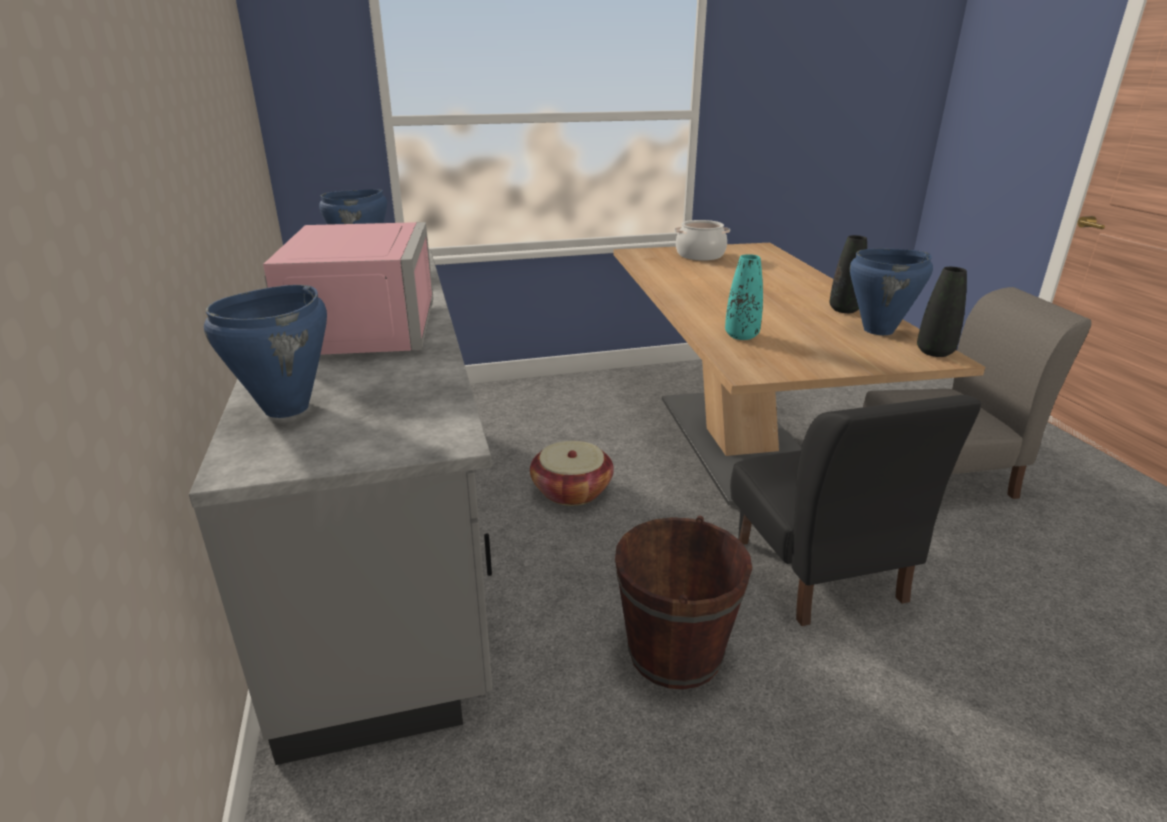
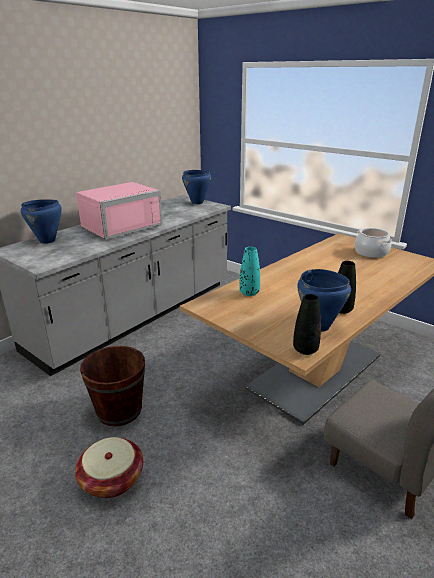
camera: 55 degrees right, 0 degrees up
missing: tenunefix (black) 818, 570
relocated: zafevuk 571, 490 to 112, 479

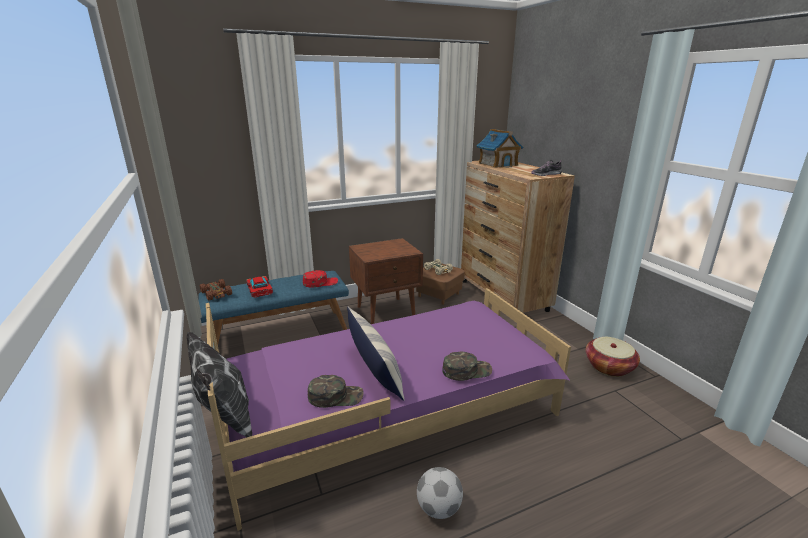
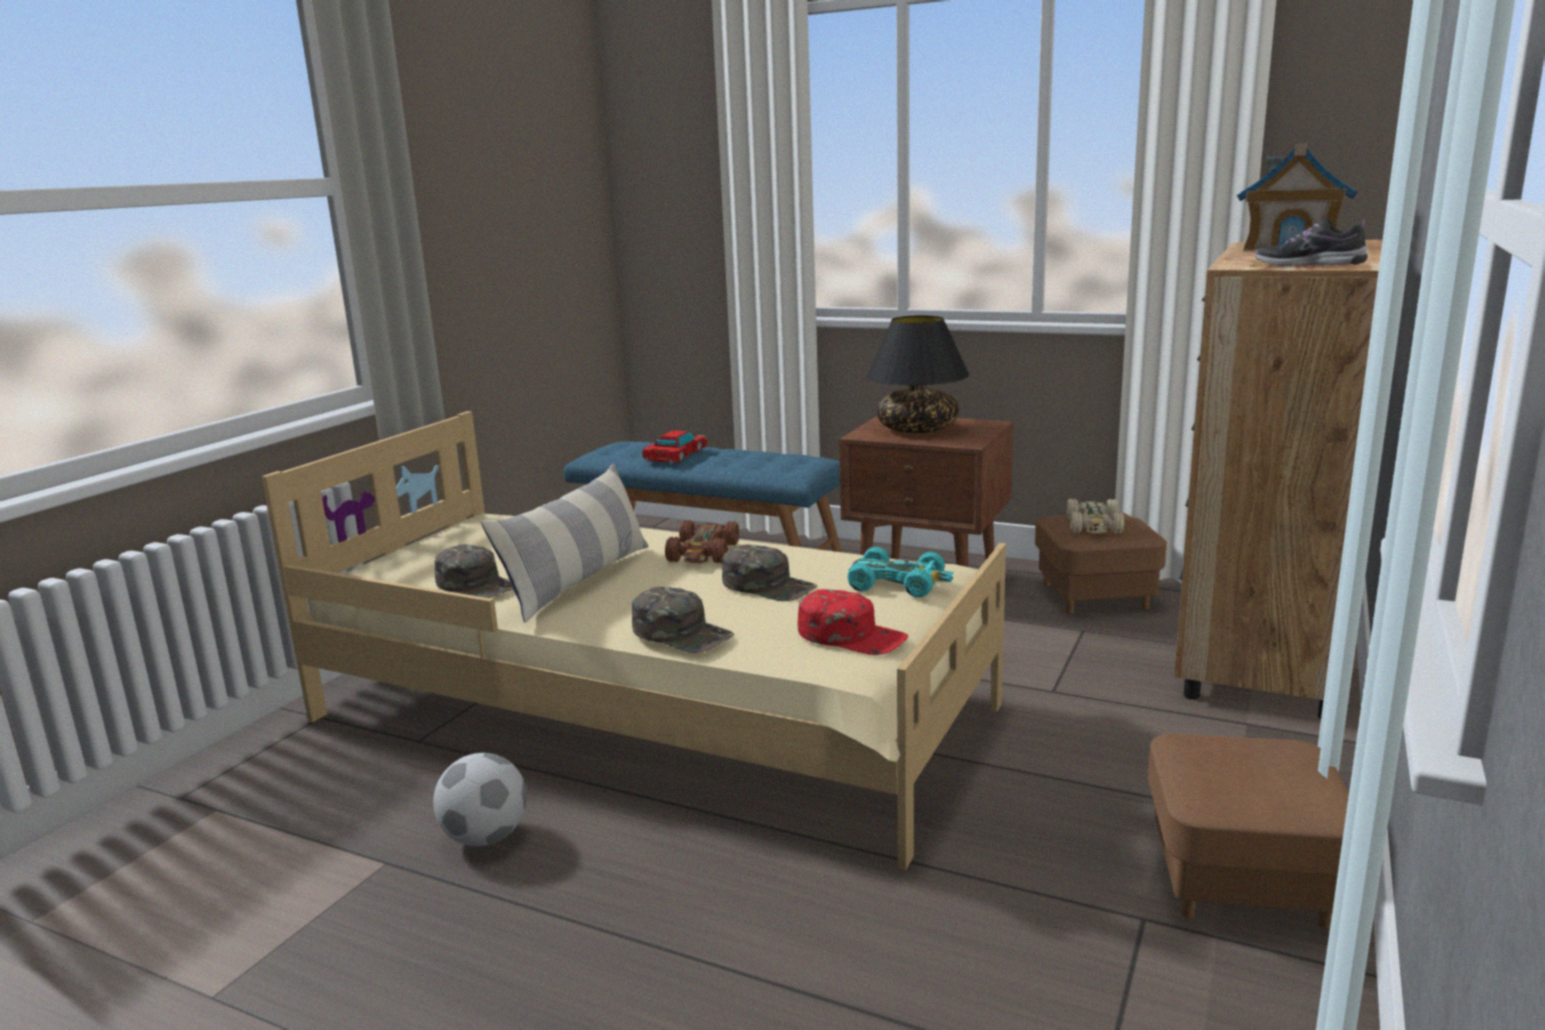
camera: 50 degrees right, 5 degrees down
missing: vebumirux 226, 420
appeared: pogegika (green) 769, 586; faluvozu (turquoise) 898, 584; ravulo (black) 917, 429
relocated: faluvozu (brown) 217, 294 to 704, 553; pogegika (red) 320, 282 to 852, 636
exchanged: zafevuk 609, 367 to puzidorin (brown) 1240, 880
colour: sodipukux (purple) 393, 412 to sodipukux (beige) 656, 711

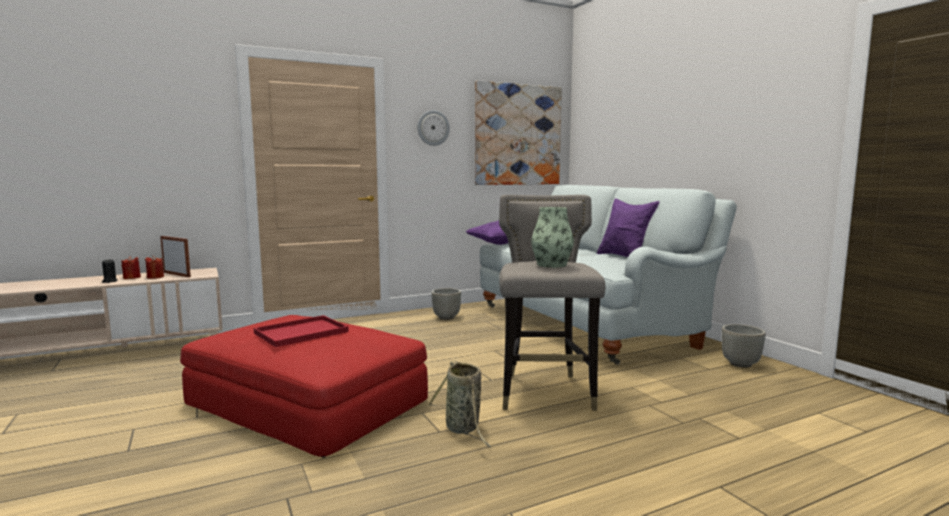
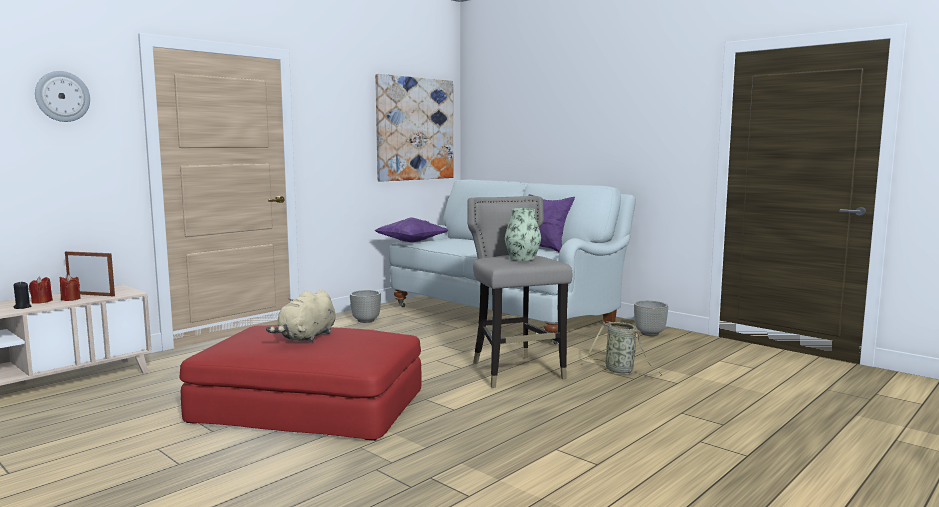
camera: 20 degrees left, 0 degrees up
relocated: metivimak 433, 128 to 62, 96; zafevuk 463, 429 to 621, 371
exchanged: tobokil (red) 300, 333 to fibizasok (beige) 306, 337

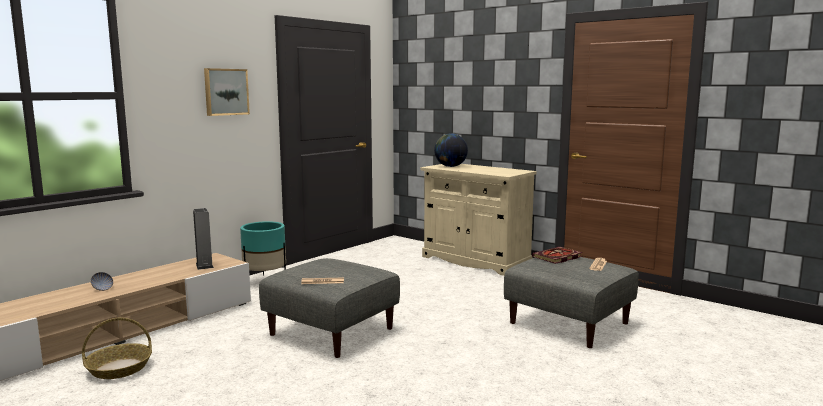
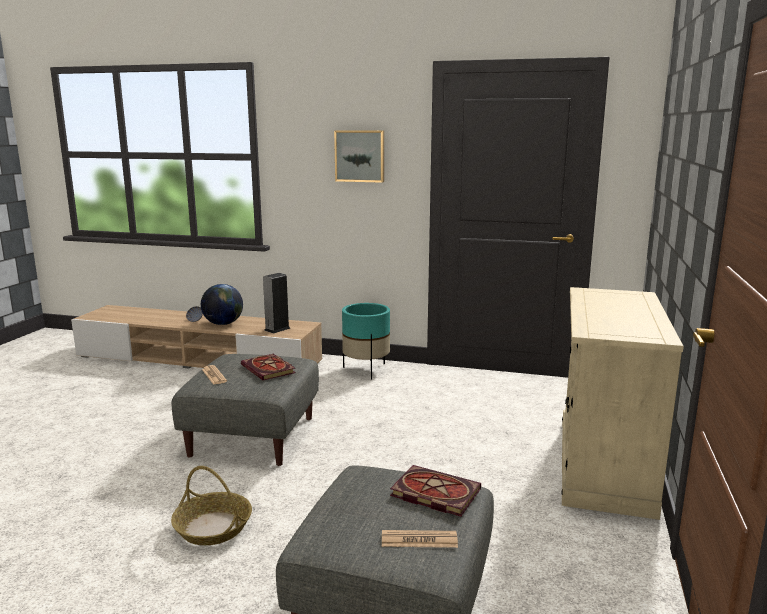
camera: 65 degrees right, 5 degrees up
appeared: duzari 269, 369
relocated: zafevuk 119, 368 to 213, 527; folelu 450, 166 to 223, 324

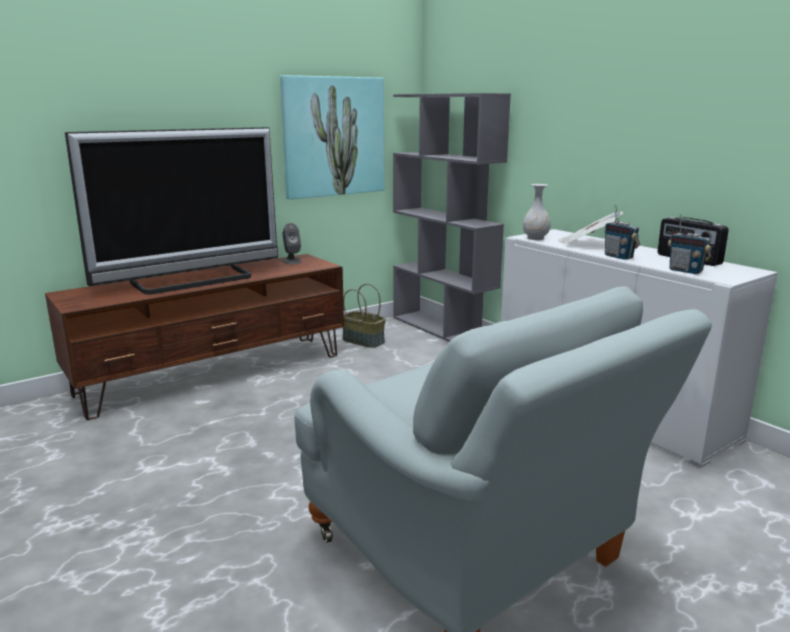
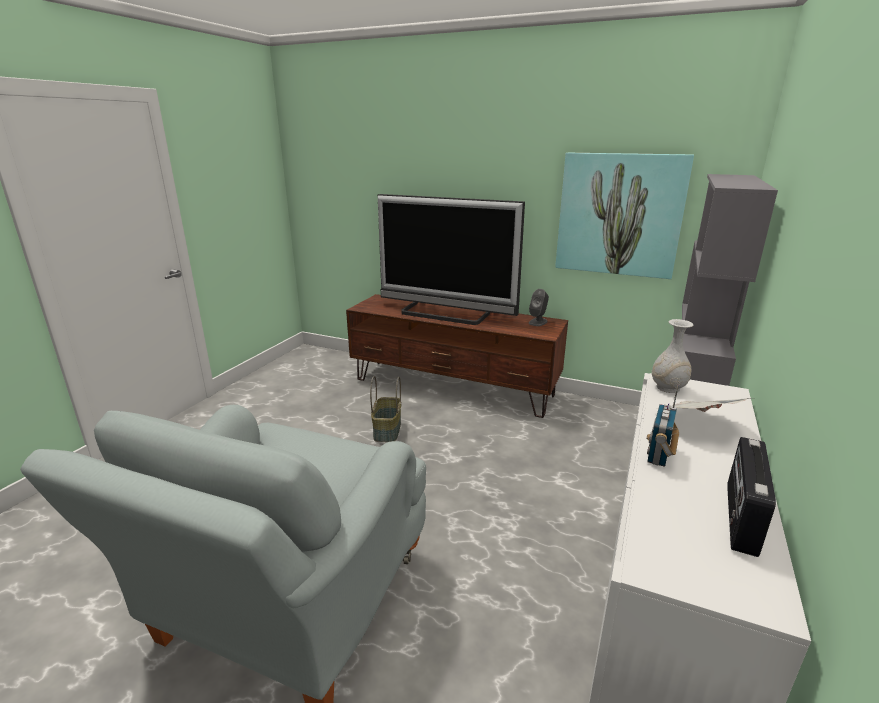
camera: 60 degrees right, 5 degrees up
missing: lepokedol 685, 271
relocated: zafevuk 364, 341 to 388, 430

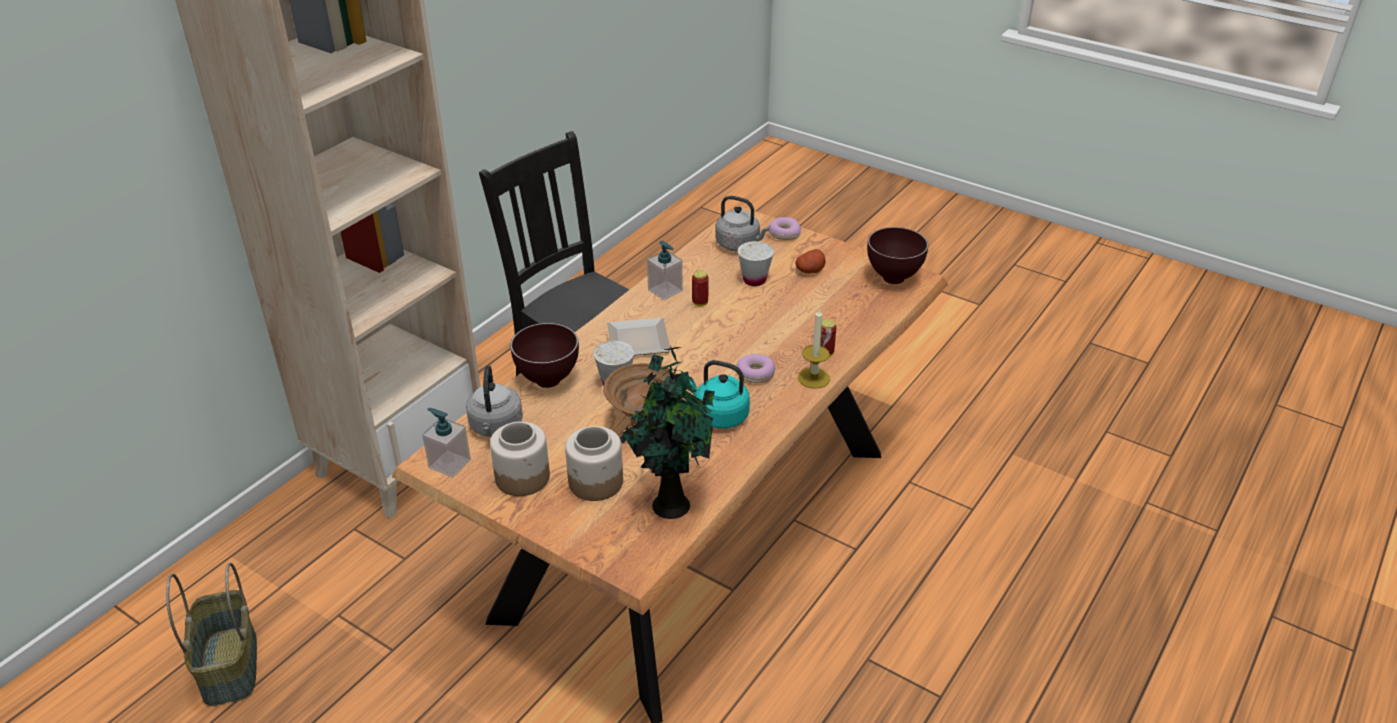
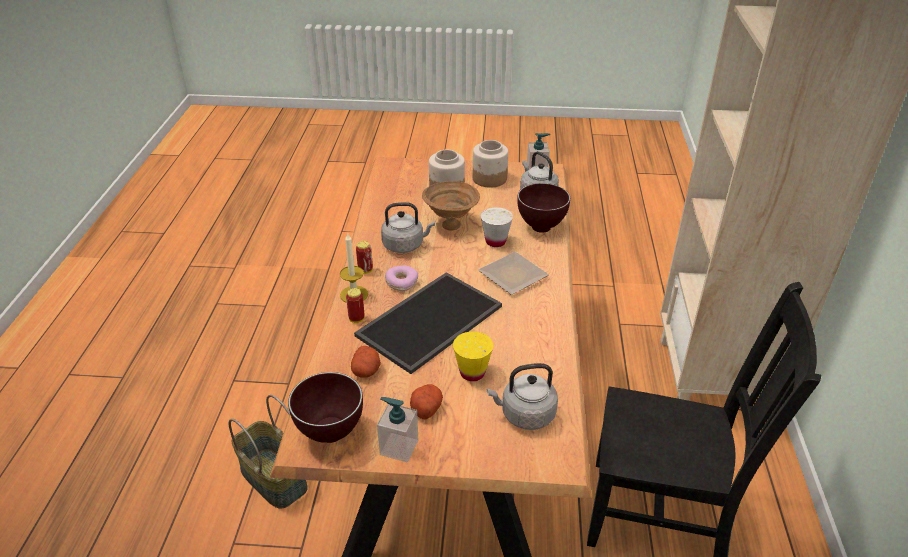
camera: 150 degrees right, 0 degrees up
missing: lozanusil 670, 502; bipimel 784, 234
appeared: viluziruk 366, 371; tobokil 429, 319
relocated: zafevuk 231, 666 to 272, 479; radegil 665, 290 to 399, 447; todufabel 700, 303 to 365, 270
colour: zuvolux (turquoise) 718, 415 to zuvolux (grey) 405, 245; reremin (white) 754, 280 to reremin (yellow) 472, 372

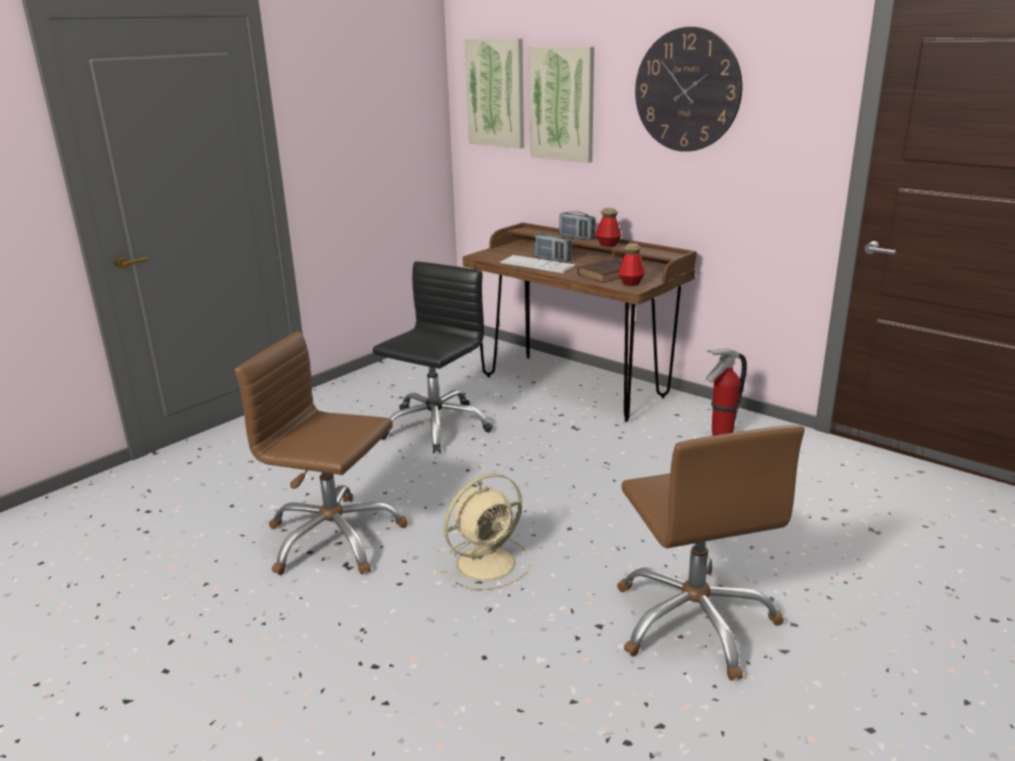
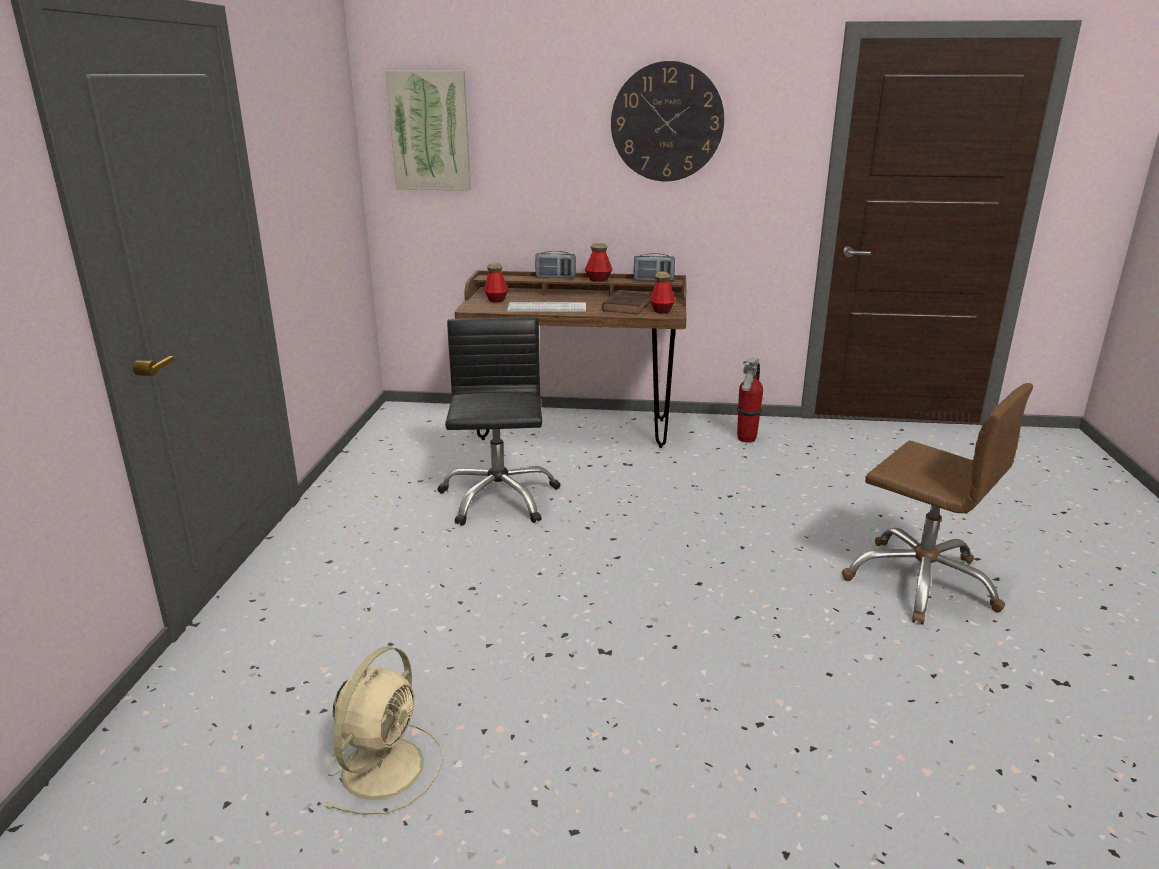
camera: 35 degrees left, 0 degrees up
missing: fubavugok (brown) 333, 538; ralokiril 563, 104
appeared: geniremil 496, 300
relocated: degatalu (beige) 488, 562 to 385, 765; lepokedol 552, 259 to 653, 280

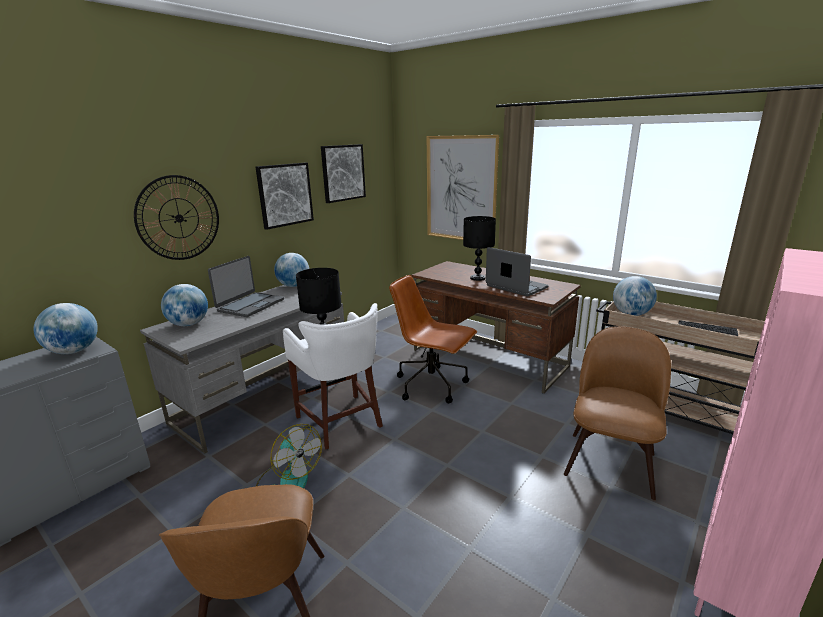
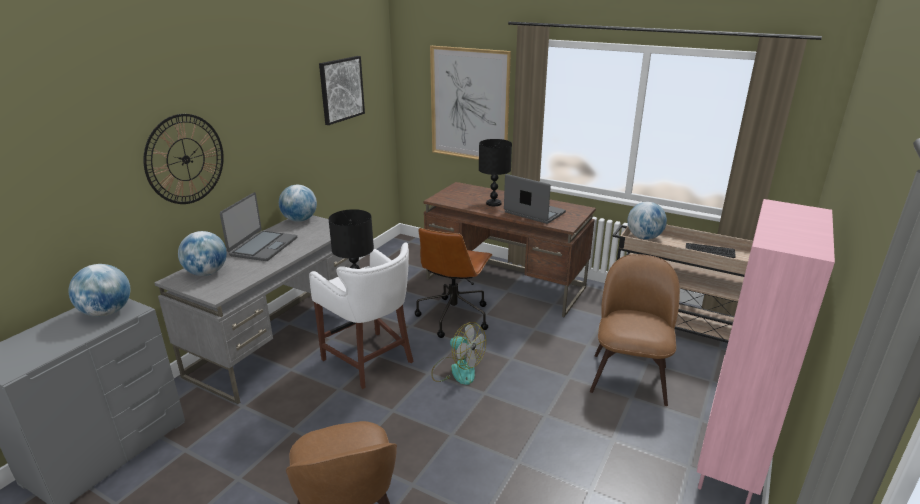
camera: 10 degrees left, 5 degrees up
missing: ralokiril 285, 195
relocated: degatalu 289, 478 to 457, 370
spun: fubavugok (brown) 432, 385 = 454, 316 90 degrees counterclockwise

